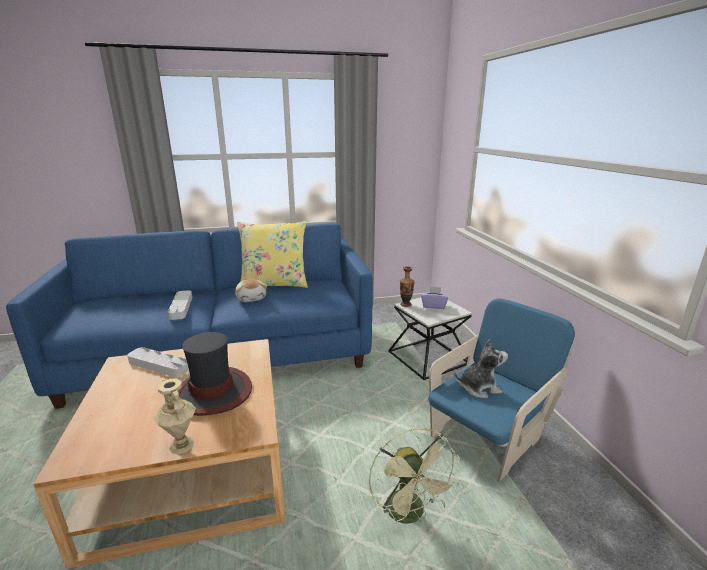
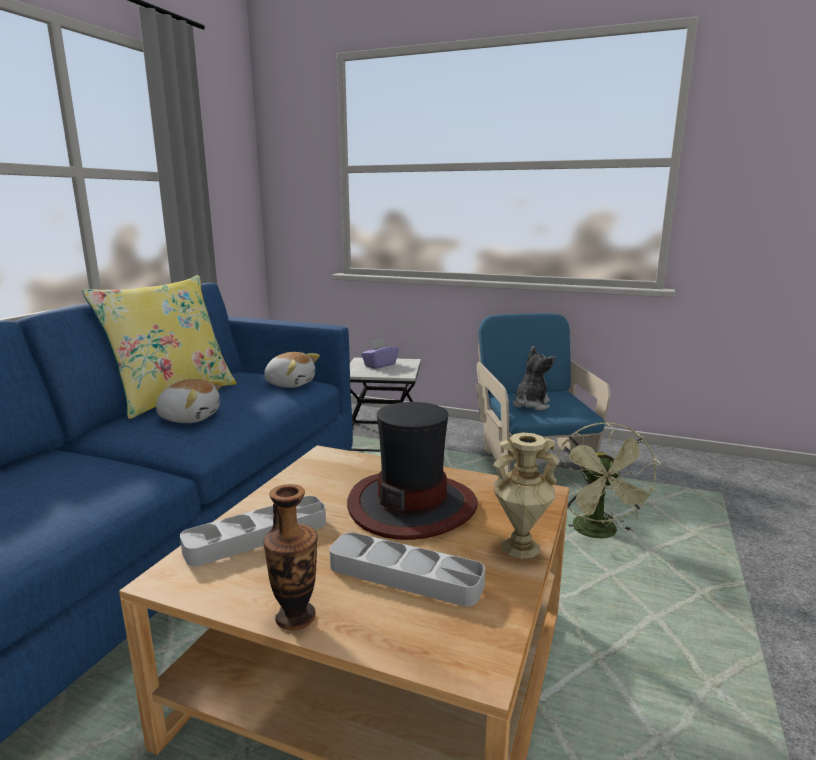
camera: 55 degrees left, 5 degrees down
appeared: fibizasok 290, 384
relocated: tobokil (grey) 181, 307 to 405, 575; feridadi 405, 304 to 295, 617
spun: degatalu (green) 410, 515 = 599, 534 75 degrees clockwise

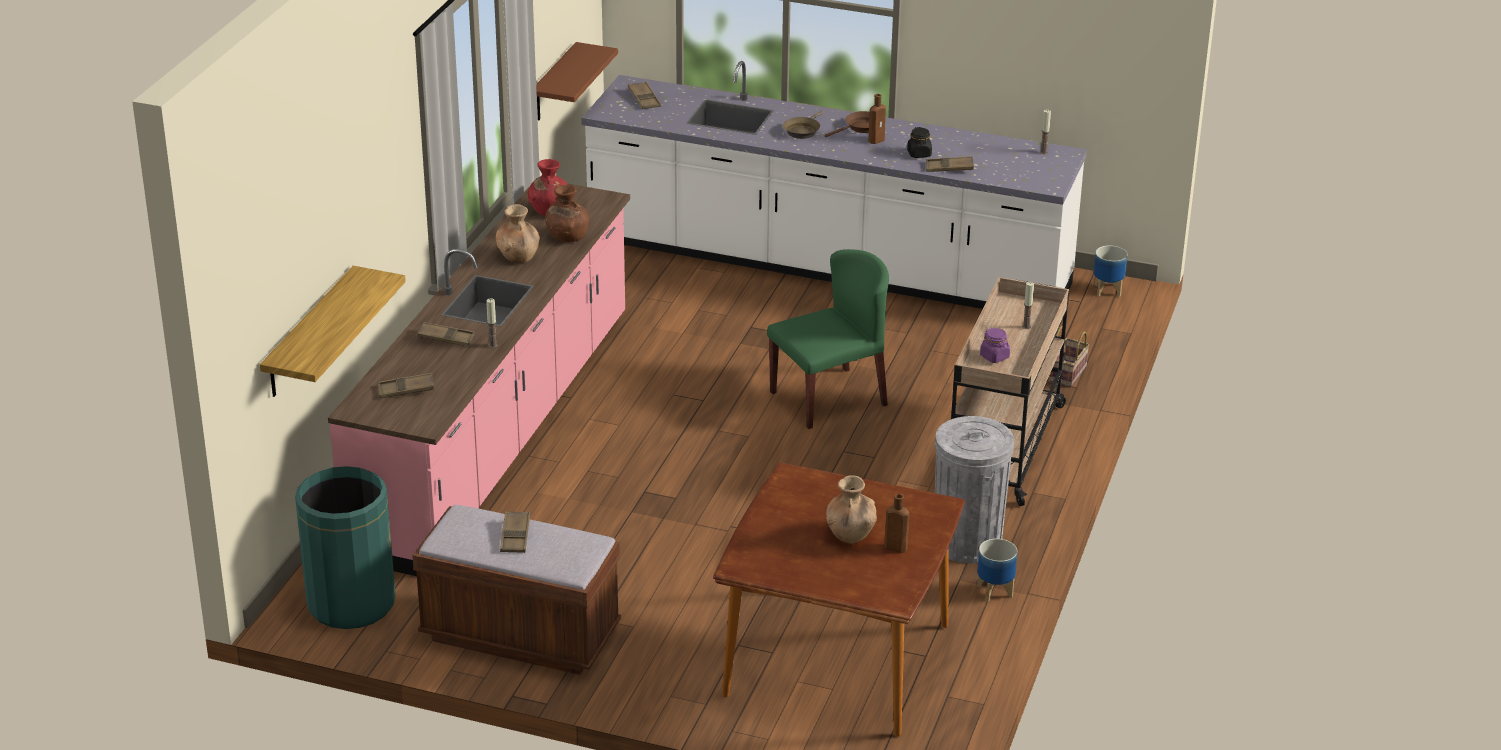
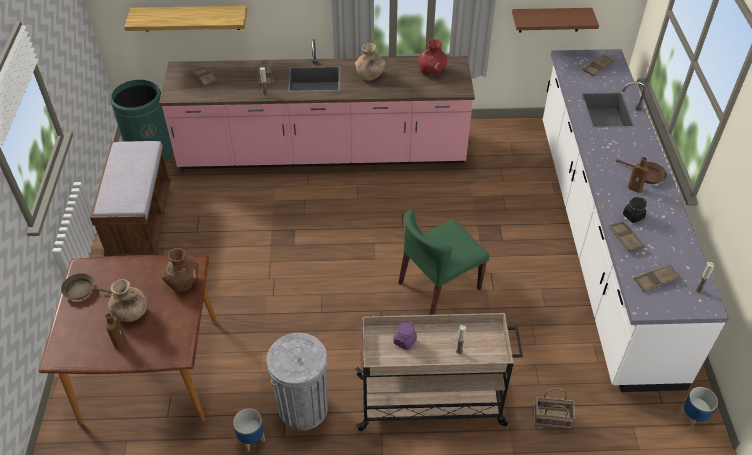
camera: 70 degrees right, 15 degrees up
relocated: tobokil (brown) 515, 536 to 656, 280; feridadi (brown) 567, 236 to 183, 282; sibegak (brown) 802, 130 to 82, 290
spun: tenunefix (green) 829, 398 = 439, 286 105 degrees clockwise

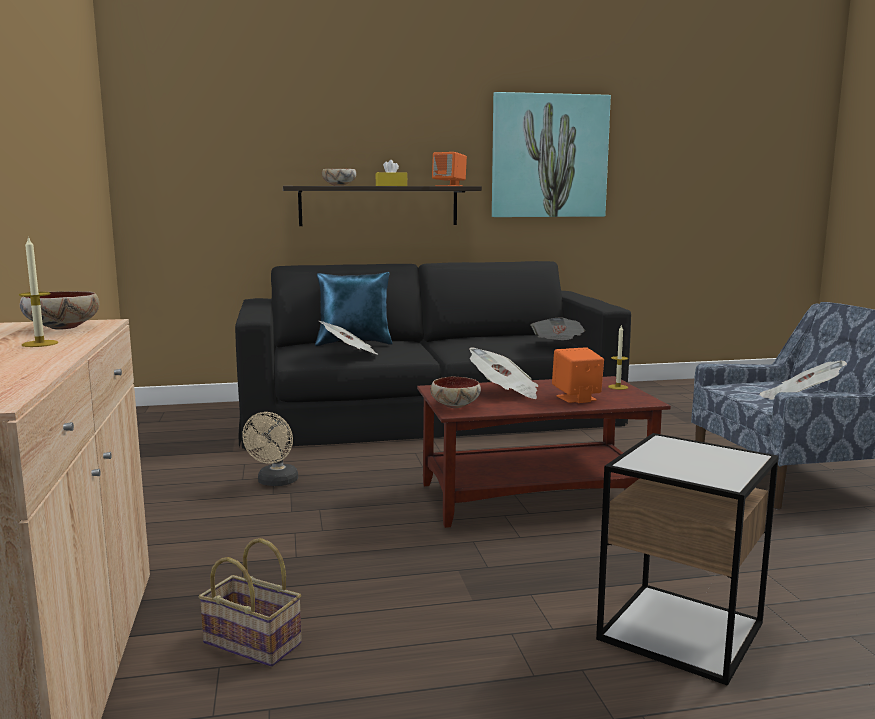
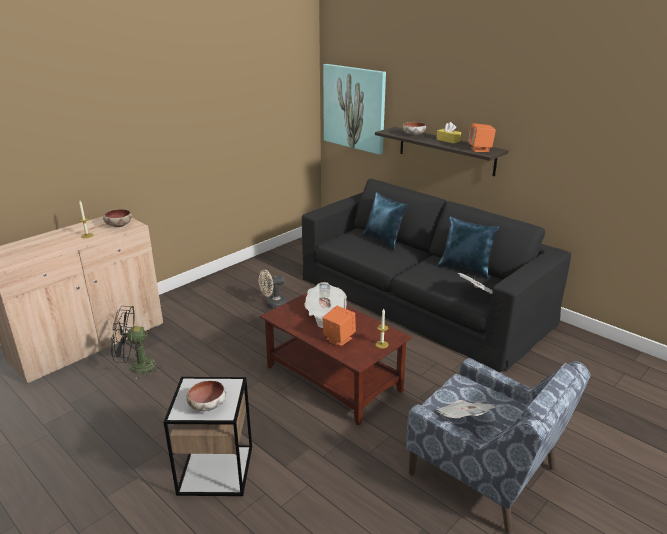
camera: 55 degrees right, 15 degrees up
missing: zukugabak 350, 353
appeared: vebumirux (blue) 465, 269
relocated: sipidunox 454, 405 to 208, 405; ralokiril 549, 156 to 354, 108
exchanged: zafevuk 255, 643 to degatalu (black) 136, 367

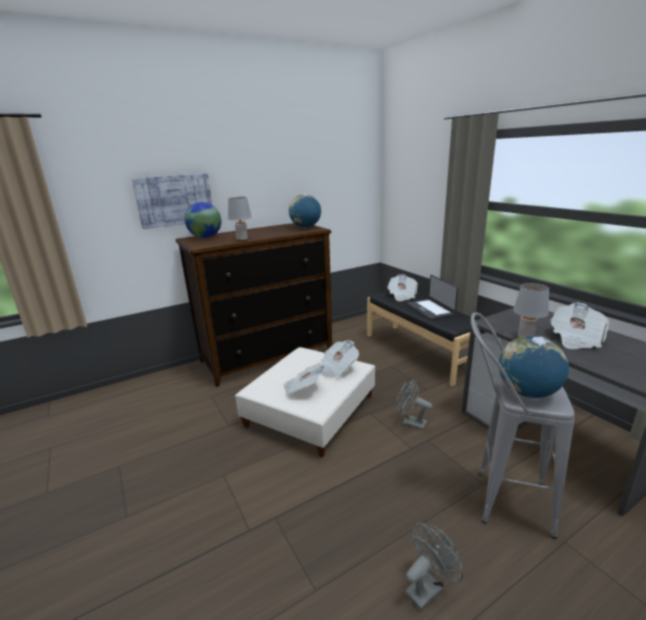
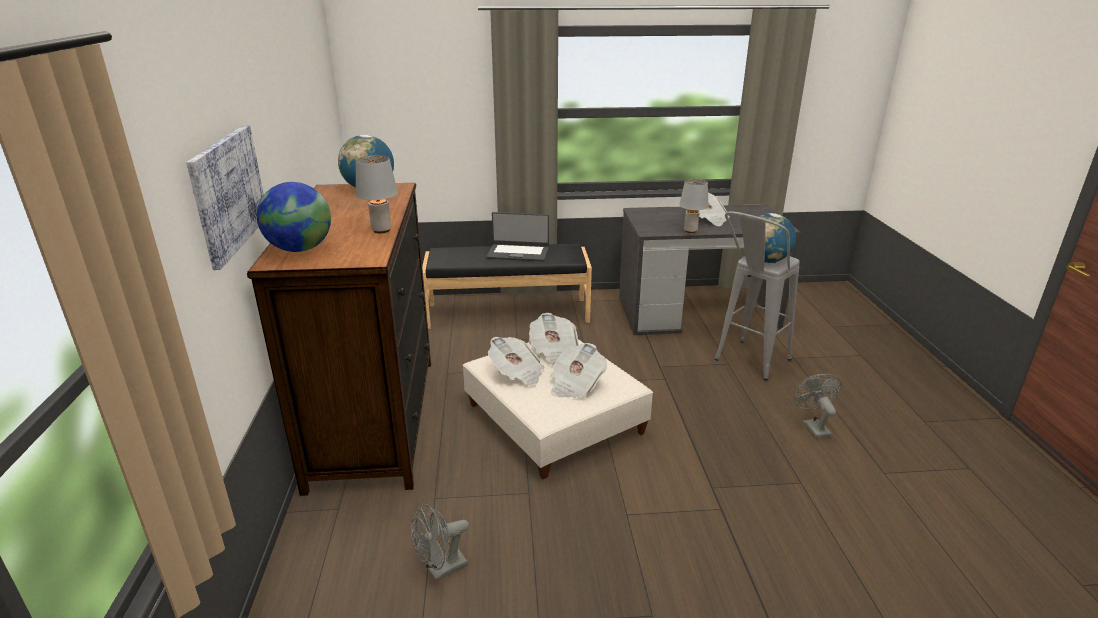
camera: 65 degrees left, 5 degrees up
relocated: zukugabak 402, 296 to 517, 374; degatalu (grey) 410, 423 to 441, 570

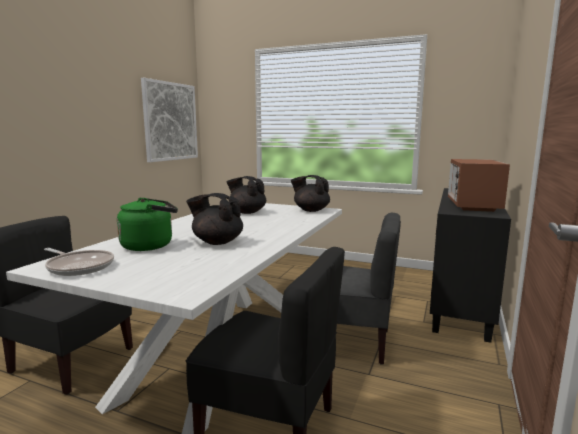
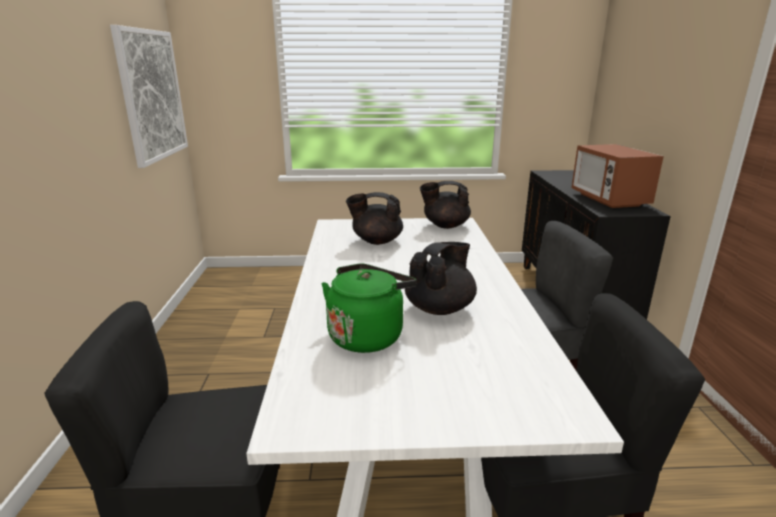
camera: 25 degrees left, 10 degrees up
missing: sibegak 79, 267
spun: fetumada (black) 217, 242 = 440, 308 135 degrees clockwise

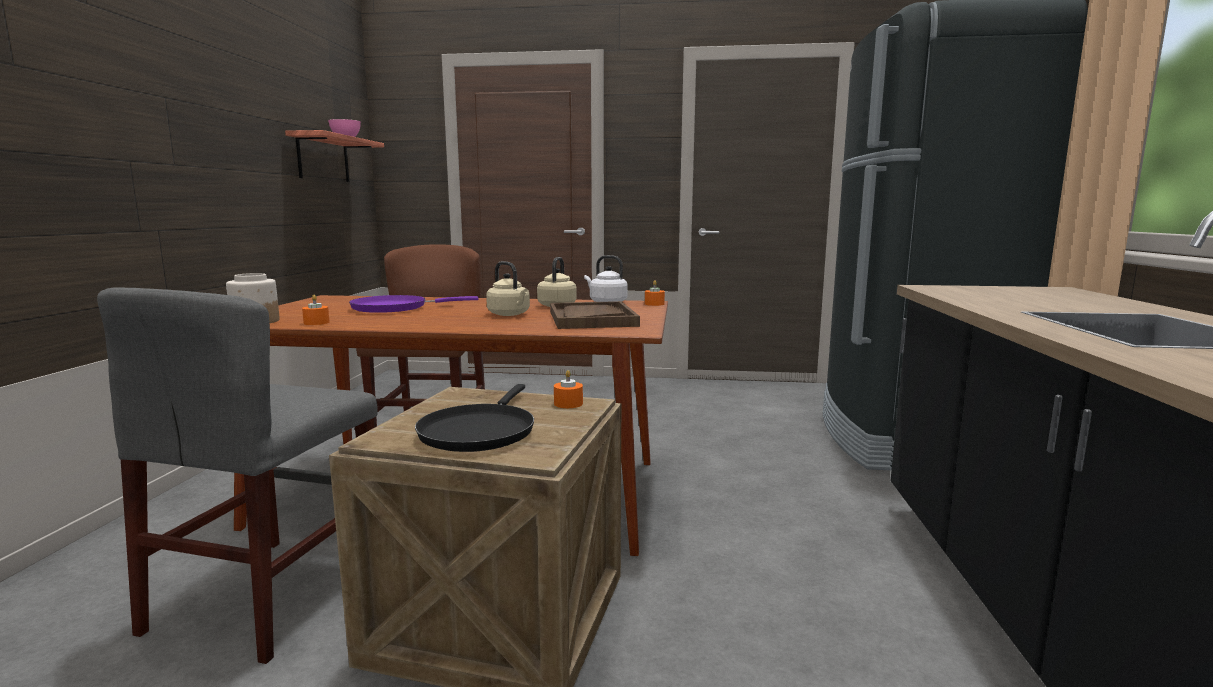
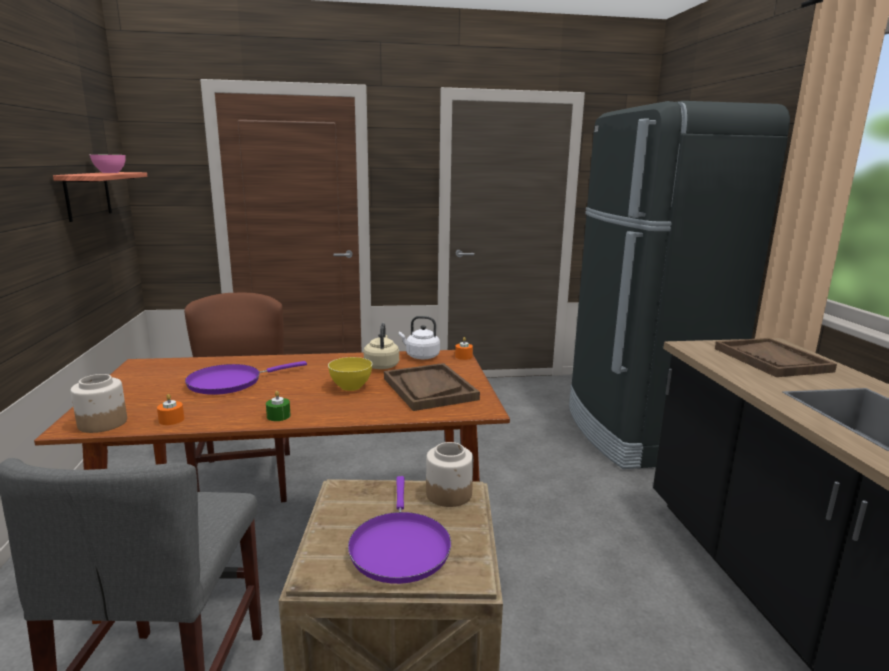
camera: 15 degrees left, 5 degrees up
appeared: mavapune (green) 278, 416; tobokil (brown) 772, 360
exchanged: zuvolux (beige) 510, 314 to sipidunox (yellow) 351, 387; mavapune (orange) 568, 403 to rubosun 449, 494
colour: sibegak (black) 479, 431 to sibegak (purple) 399, 547

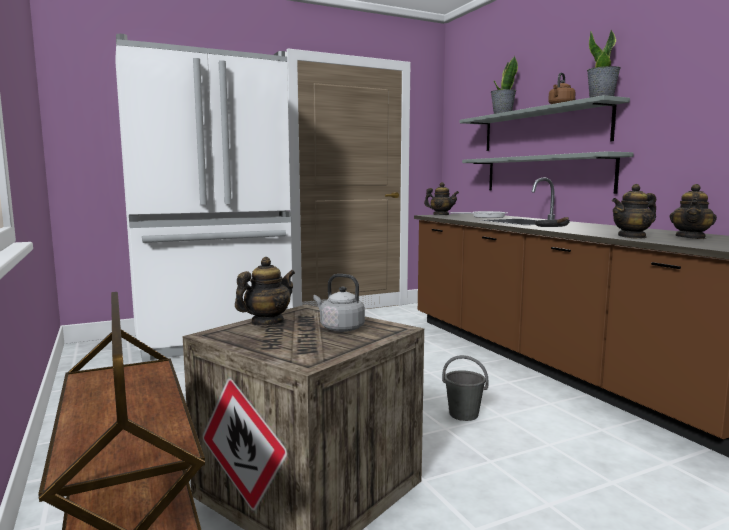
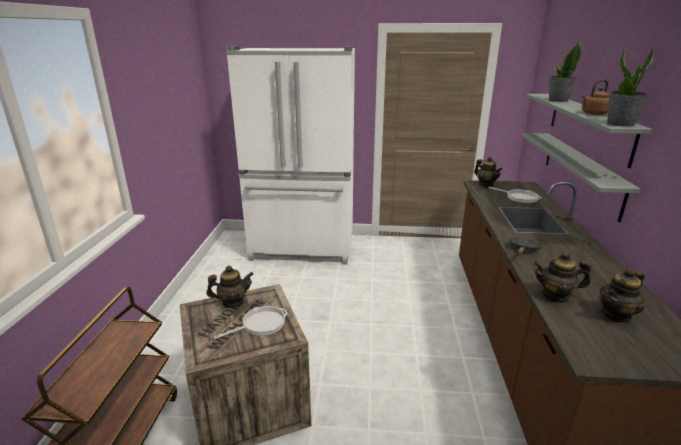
camera: 30 degrees right, 15 degrees up
missing: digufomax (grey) 464, 414
exchanged: zuvolux (grey) 340, 328 to sibegak 260, 324

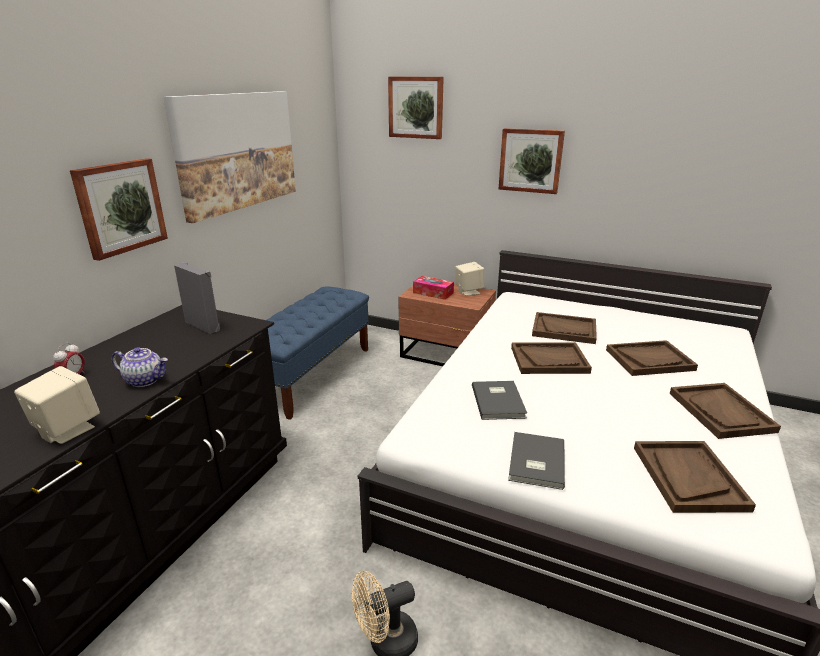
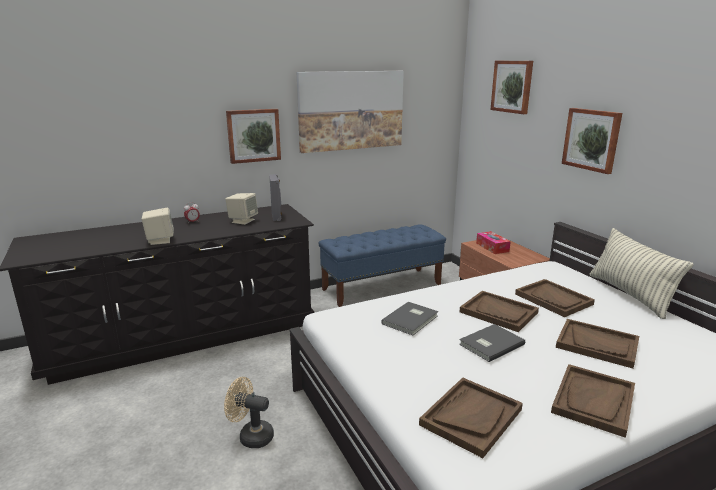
camera: 40 degrees right, 5 degrees down
missing: fetumada 145, 380
appeared: vebumirux 629, 295
relocated: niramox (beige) 468, 291 to 243, 221; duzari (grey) 535, 462 to 489, 344

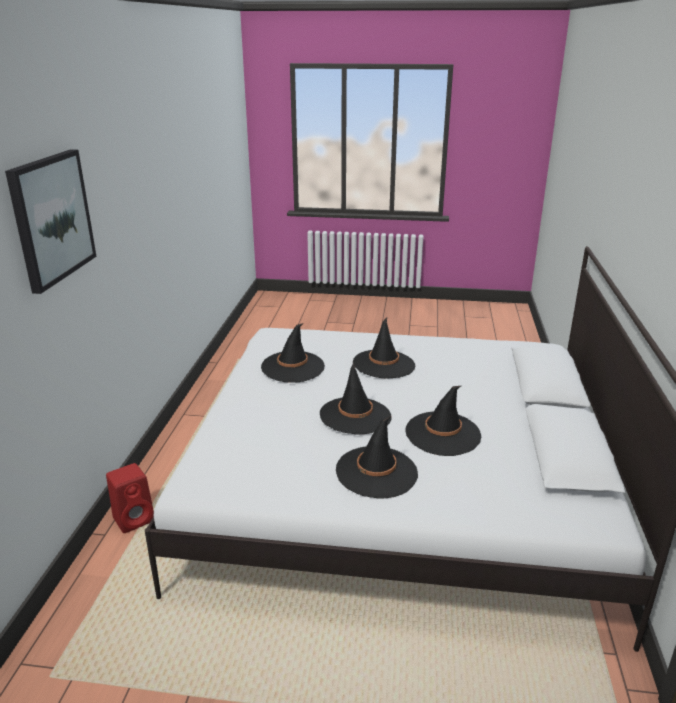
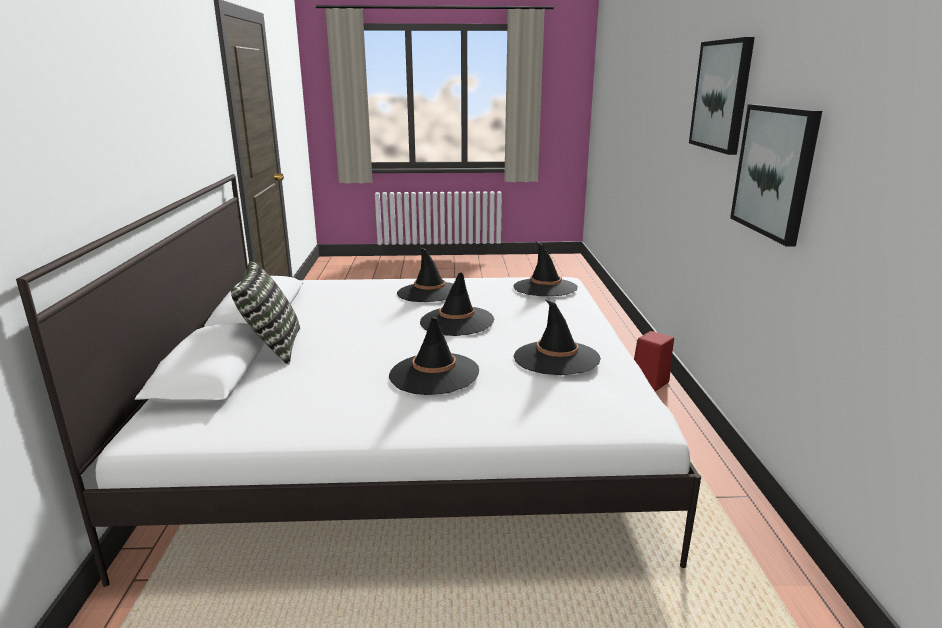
camera: 170 degrees right, 5 degrees down
appeared: vebumirux 272, 347; ralokiril 775, 171
relocated: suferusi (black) 443, 434 to 545, 288

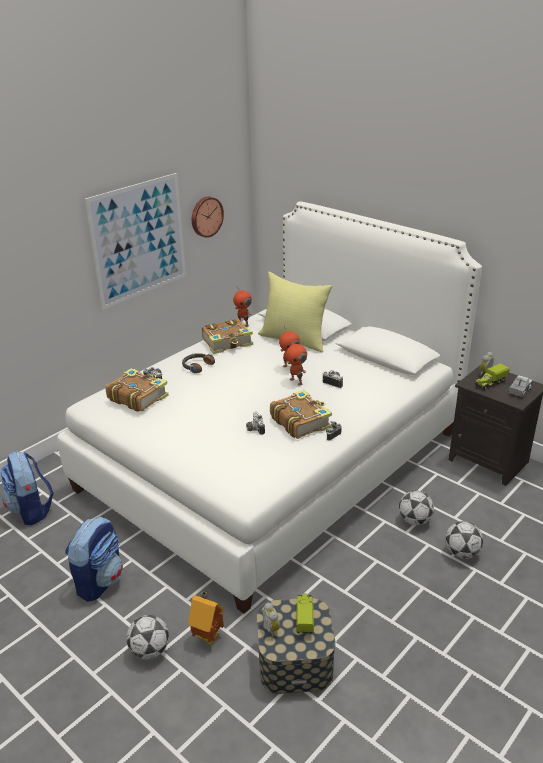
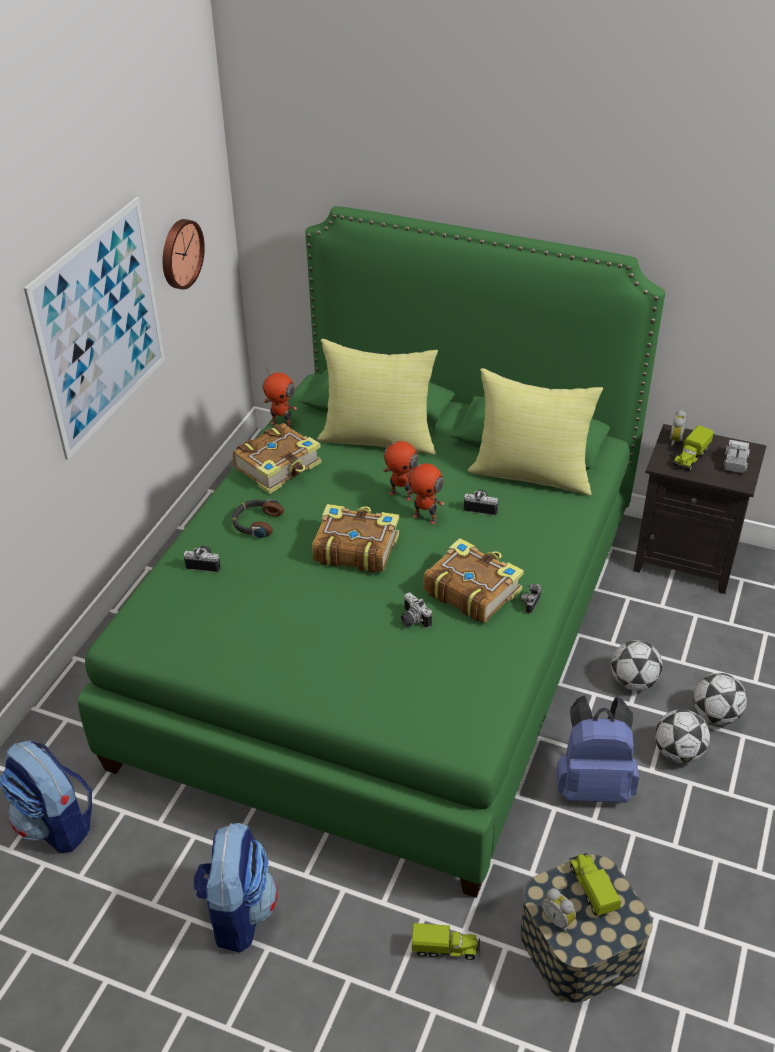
camera: 20 degrees left, 10 degrees up
appeared: vebumirux (yellow) 532, 474; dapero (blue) 593, 785
relocated: duzari 137, 397 to 355, 548; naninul 150, 650 to 678, 752
exchanged: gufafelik 208, 636 to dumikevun 445, 948
colour: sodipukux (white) 272, 459 to sodipukux (green) 388, 633

